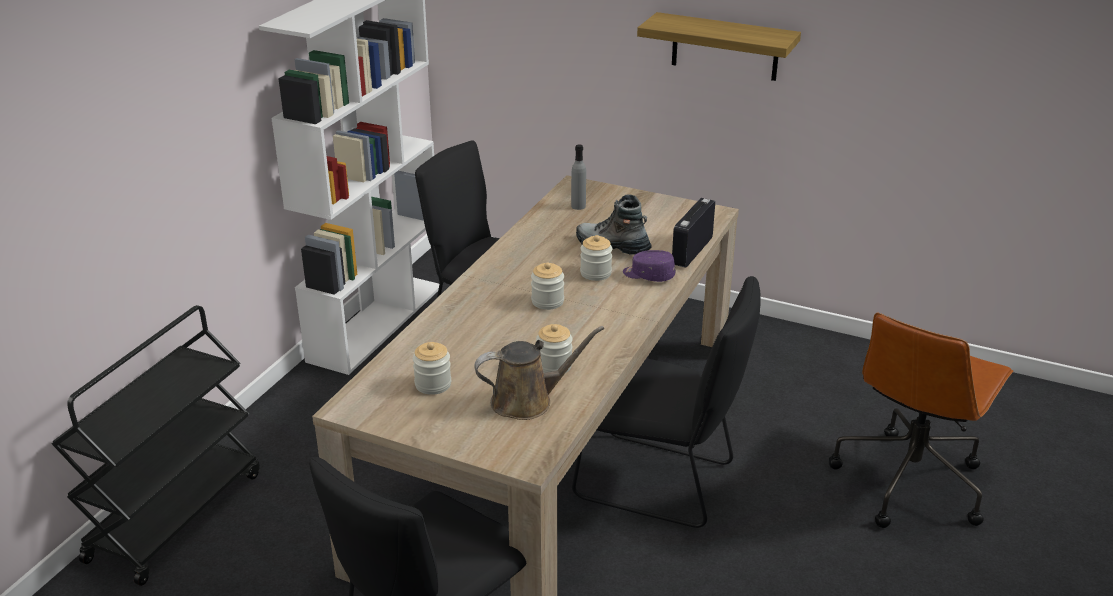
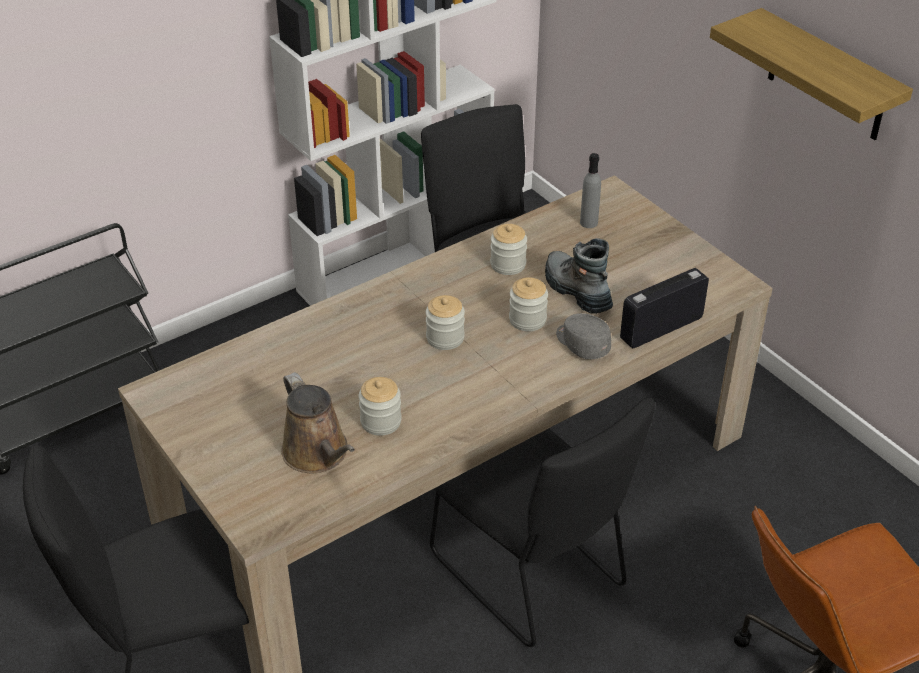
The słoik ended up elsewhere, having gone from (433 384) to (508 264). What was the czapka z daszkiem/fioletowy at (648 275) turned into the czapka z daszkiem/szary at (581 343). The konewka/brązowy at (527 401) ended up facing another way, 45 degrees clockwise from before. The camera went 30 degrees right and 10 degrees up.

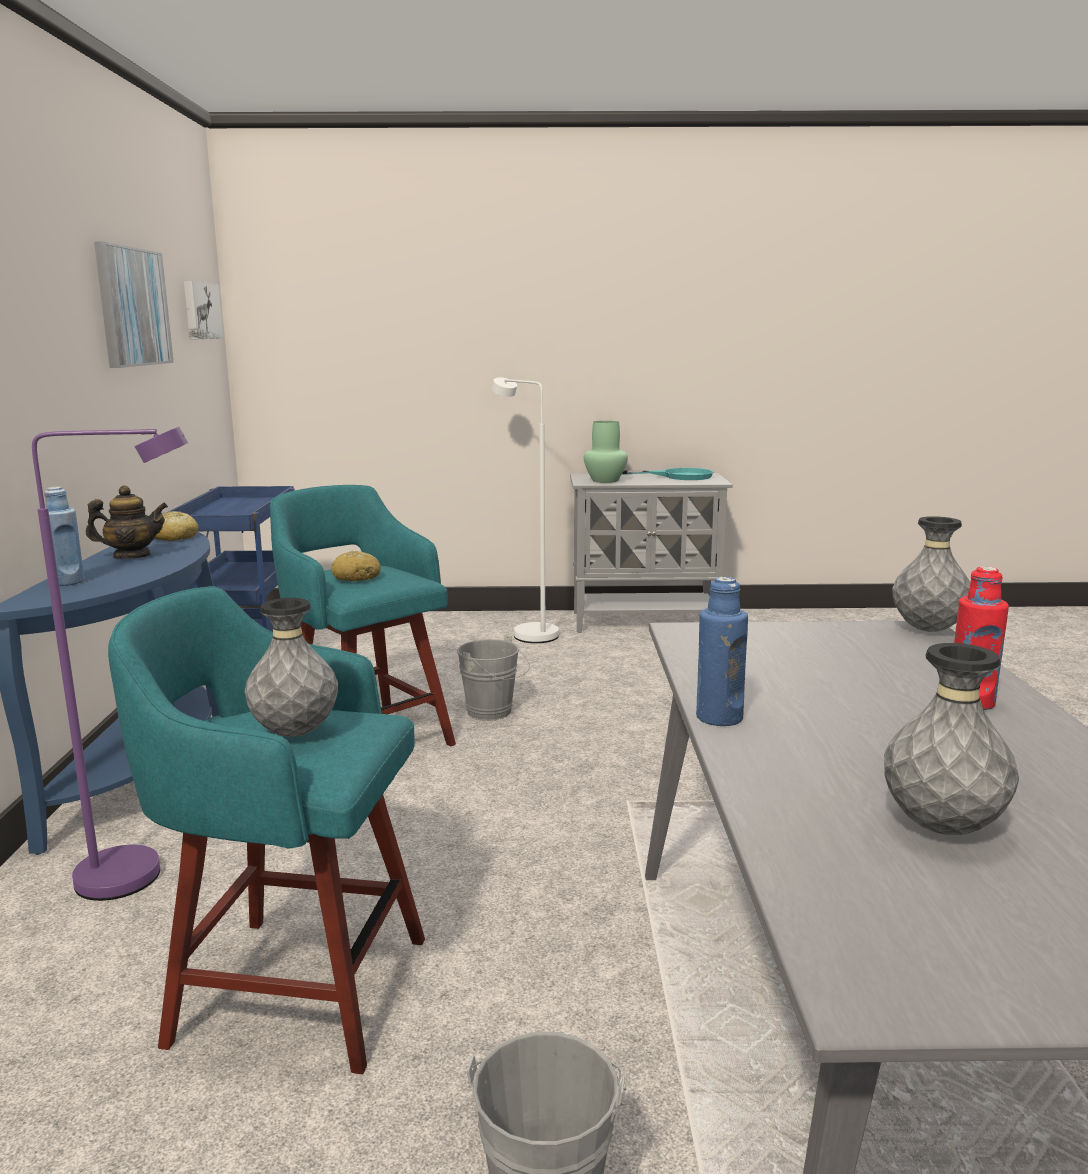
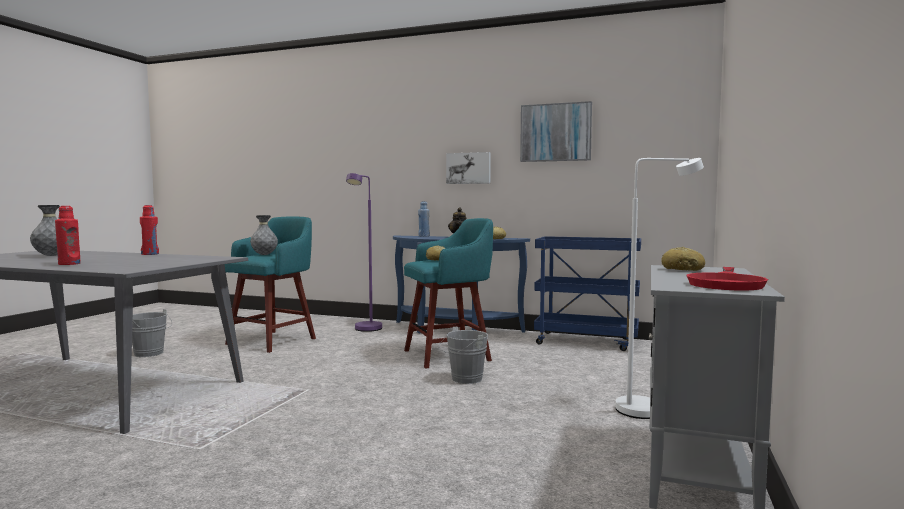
The second view lost the wazon/szary at (928 630). The obraz ended up elsewhere, having gone from (200 311) to (468 168). Where the wazon/zielony stood at (604 480), the chleb came to stand at (683 269). What was the patelnia/turkusowy at (678 476) turned into the patelnia/czerwony at (726 283). What was the butelka/niebieski at (719 718) turned into the butelka/czerwony at (150 254). The camera went 110 degrees right and 10 degrees down.

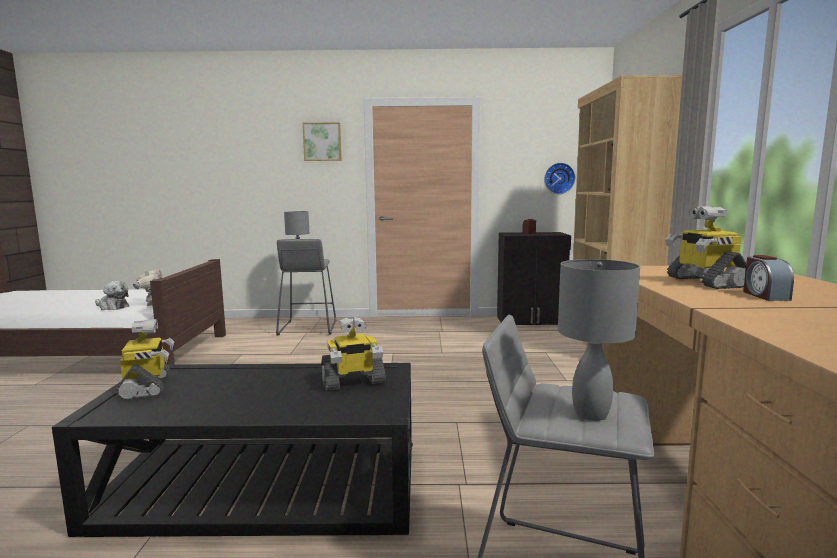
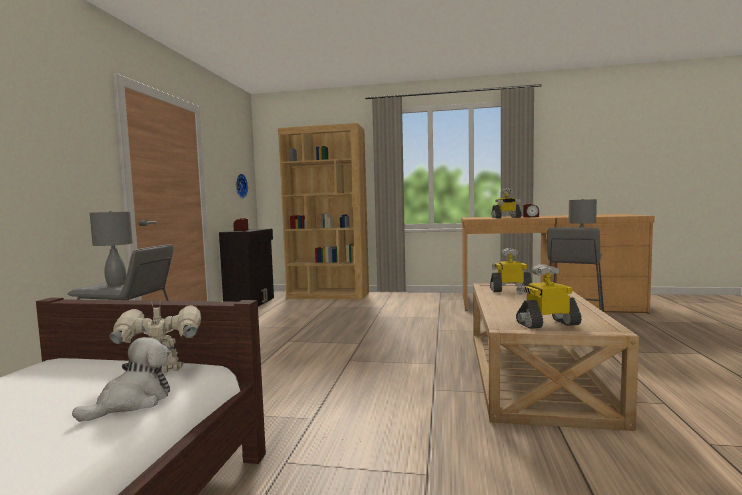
The second view lost the obraz at (322 142). What was the ława/czarny at (264 485) turned into the ława/beżowy at (532 373). The robot zabawkowy at (353 382) ended up facing another way, 75 degrees counterclockwise from before. The camera went 80 degrees left and 5 degrees down.

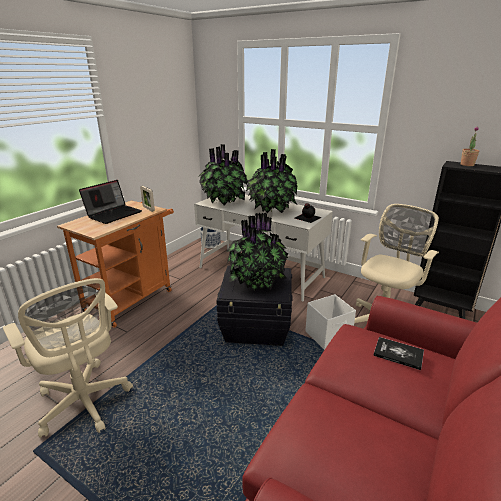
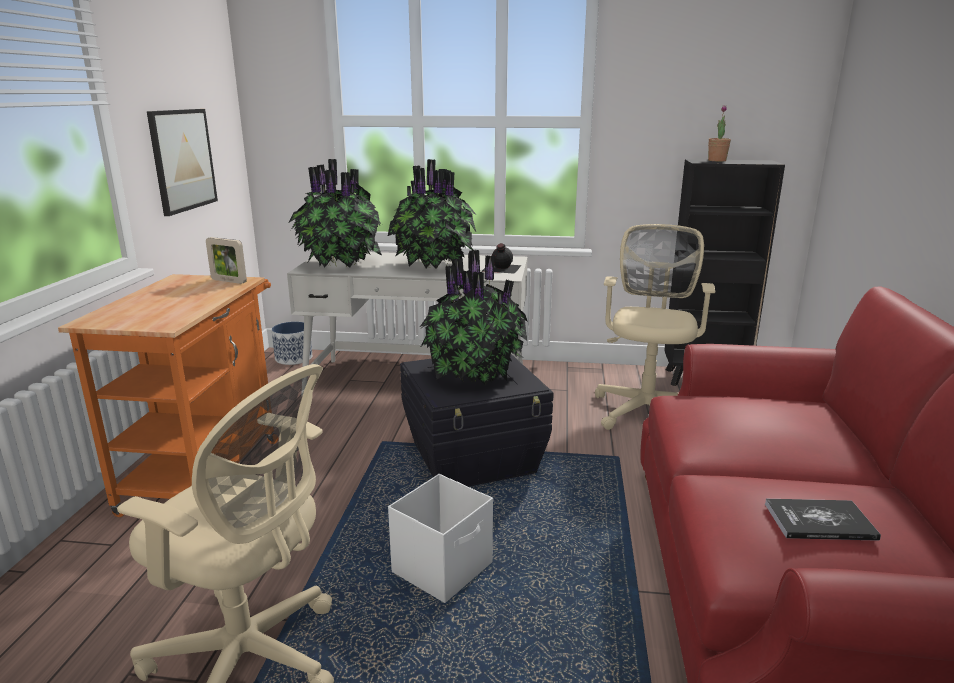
The second view lost the laptop at (114 214). The second view gained the obraz at (183 160). The pojemnik do przechowywania/biały ended up elsewhere, having gone from (328 335) to (444 567). The książka ended up elsewhere, having gone from (398 354) to (819 521). The camera went 25 degrees left and 5 degrees down.

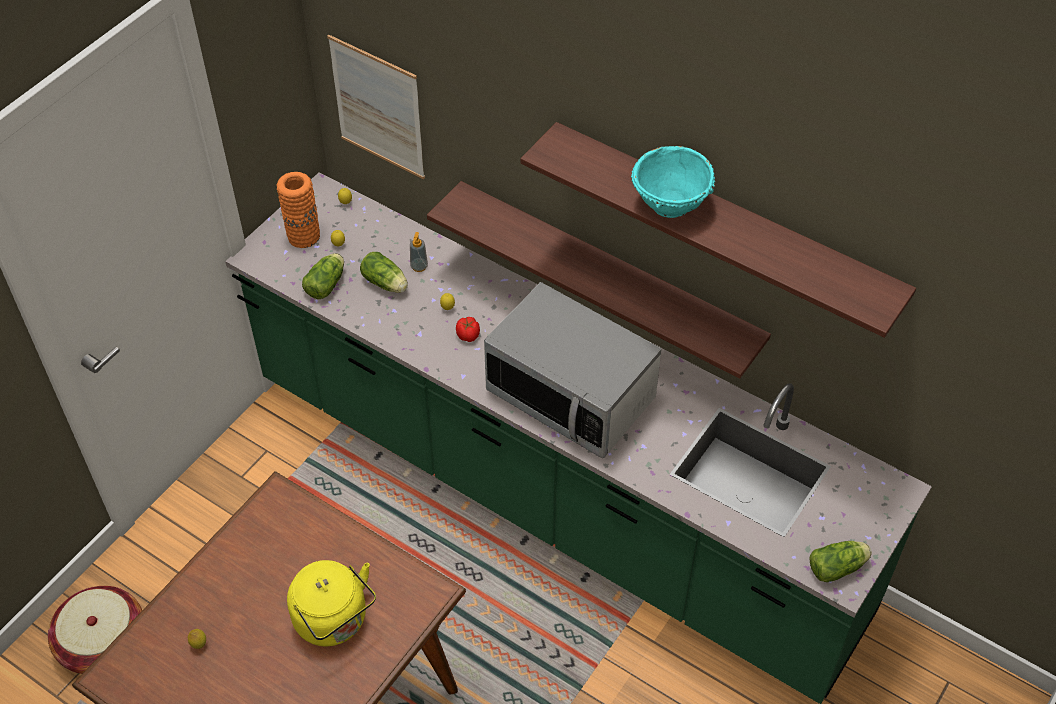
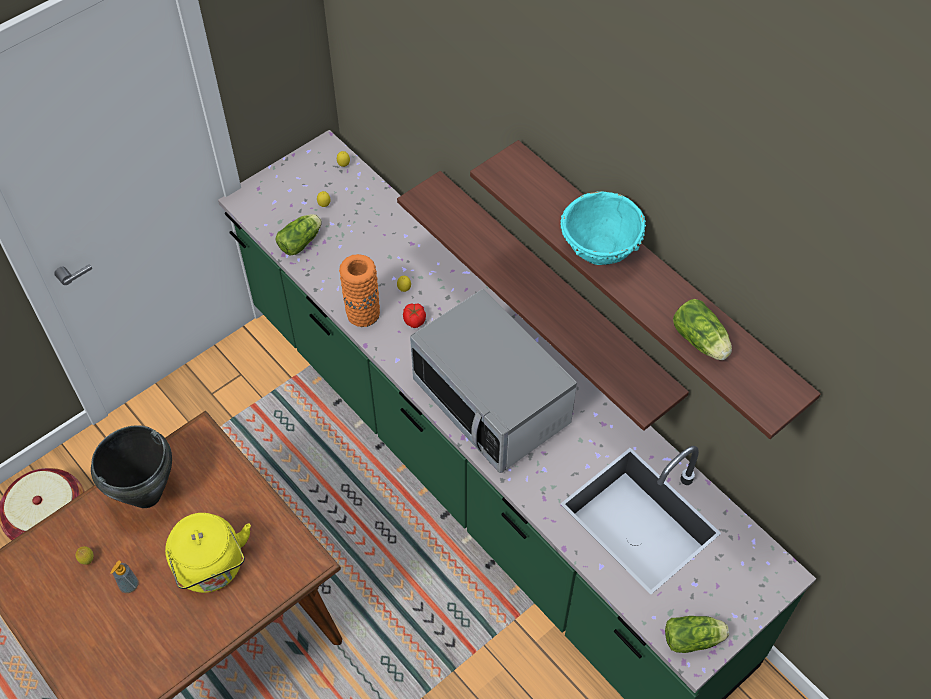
The second view lost the obraz at (378 107). The second view gained the garnek/czarny at (145 495). The wazon/pomarańczowy ended up elsewhere, having gone from (303 236) to (363 314). The sałata ended up elsewhere, having gone from (386 284) to (701 342). The dozownik mydła ended up elsewhere, having gone from (419 266) to (129 585). The camera went 15 degrees right and 5 degrees up.

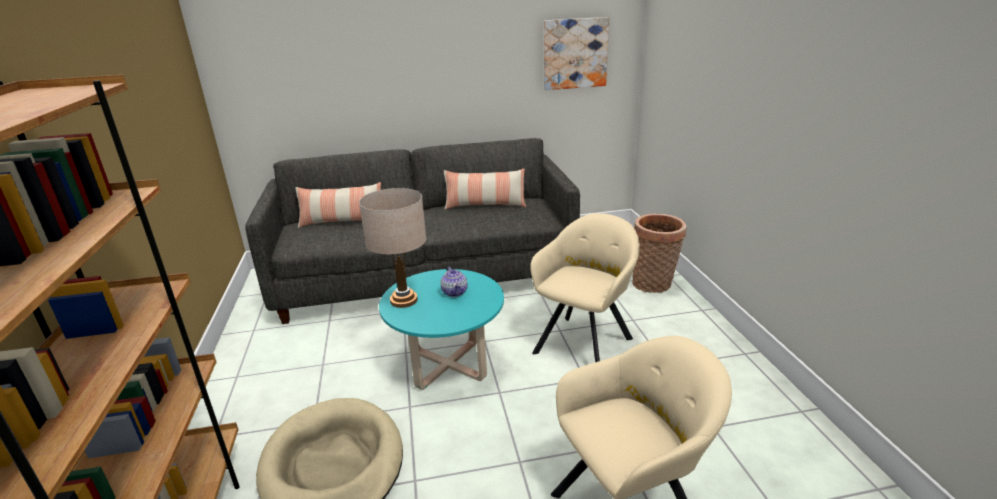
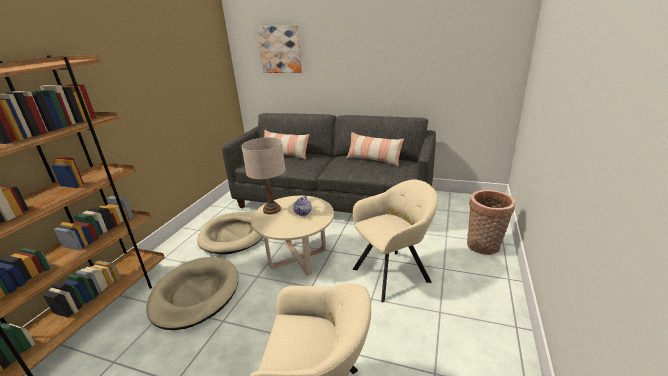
The second view gained the legowisko/beżowy at (234 235). The obraz ended up elsewhere, having gone from (575 53) to (280 49). What was the ława/turkusowy at (448 364) turned into the ława/beżowy at (298 258). The camera went 30 degrees right and 0 degrees up.

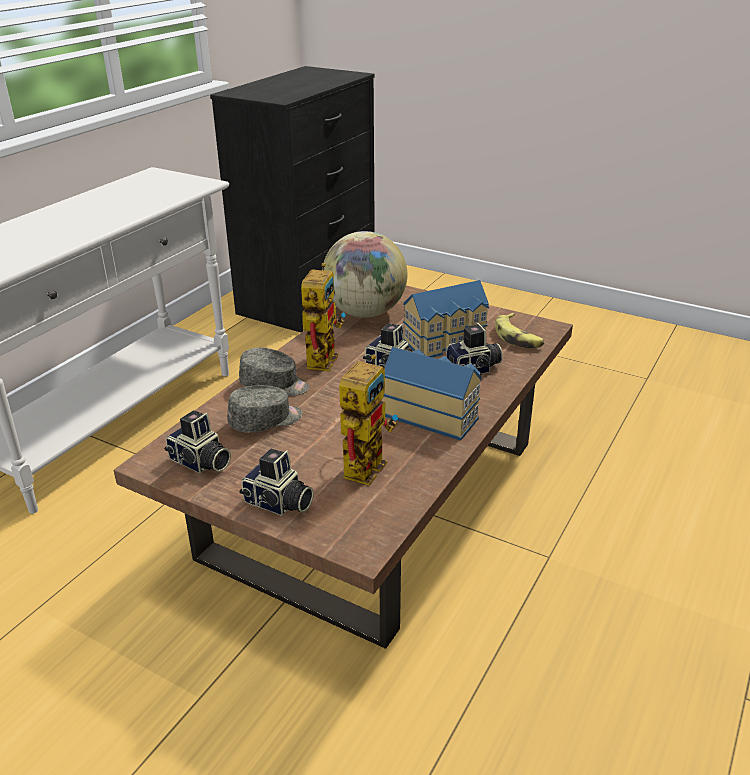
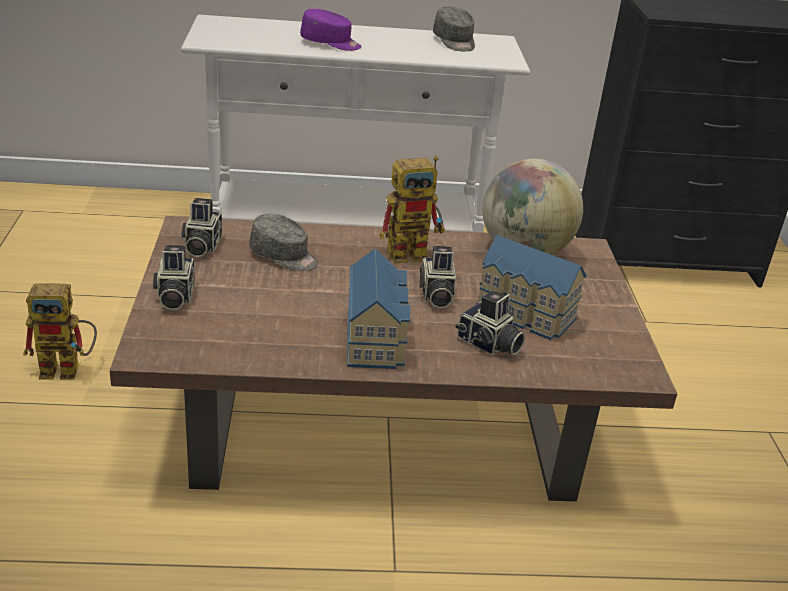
The second view lost the banan at (518 337). The second view gained the czapka z daszkiem/fioletowy at (330 43). The czapka z daszkiem/szary ended up elsewhere, having gone from (275 385) to (454 42). The robot zabawkowy ended up elsewhere, having gone from (365 463) to (69 369). The camera went 55 degrees right and 0 degrees up.

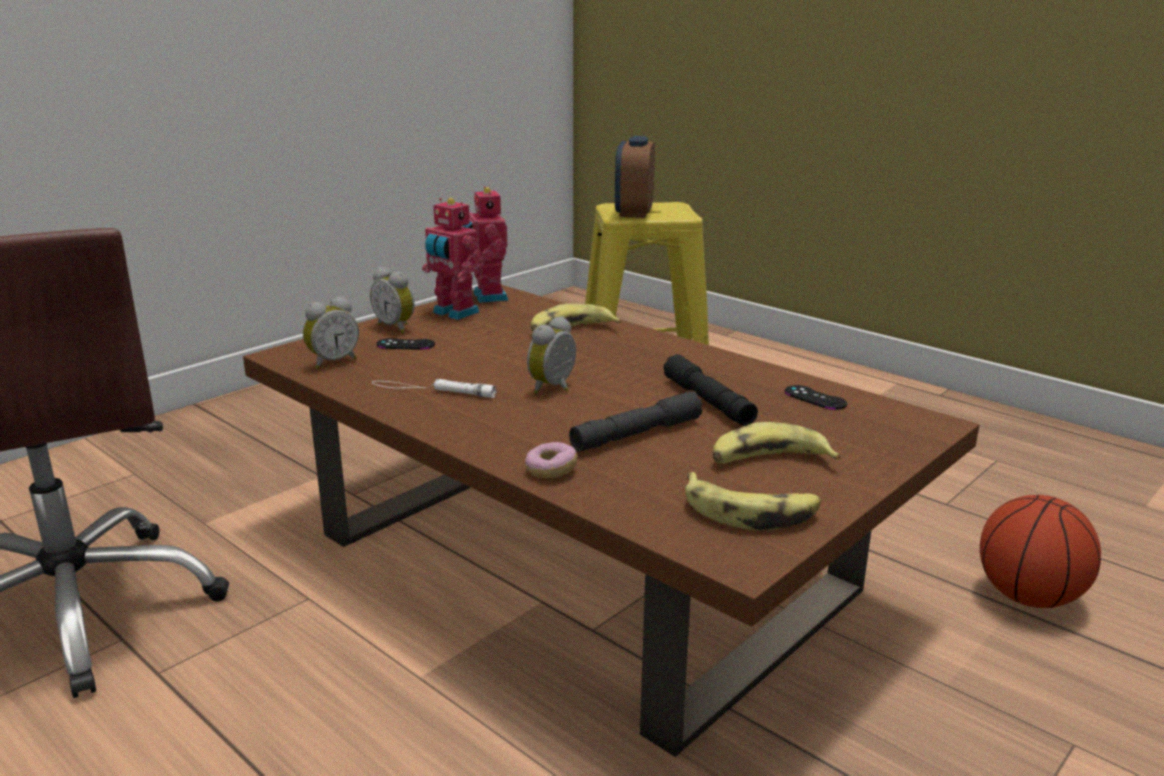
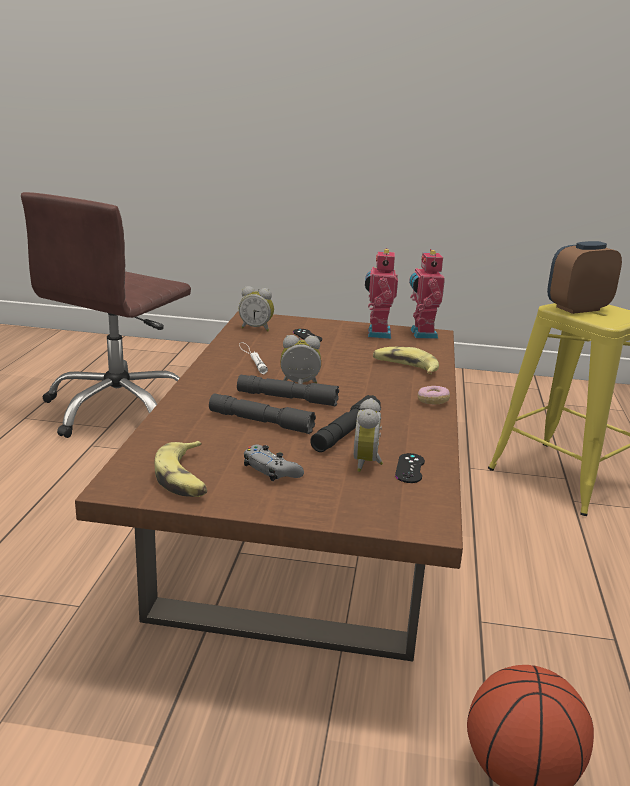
The second view gained the latarka/szary at (287 398). The budzik ended up elsewhere, having gone from (396 327) to (368 463). The donut ended up elsewhere, having gone from (551 470) to (432 402). Where the banan stood at (768 461), the pad do gier/szary came to stand at (271 470). The robot zabawkowy at (487 297) ended up facing another way, 45 degrees counterclockwise from before. The camera went 55 degrees right and 0 degrees up.

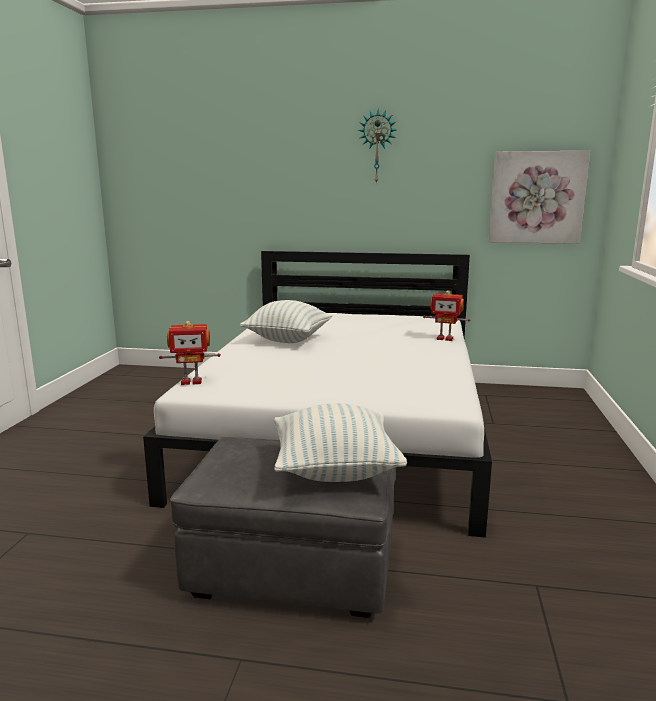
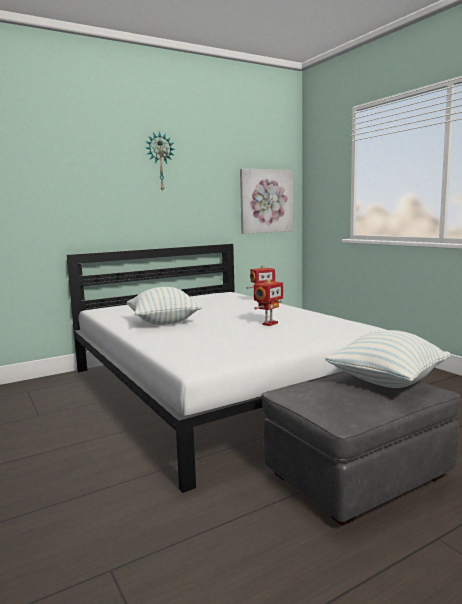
The robot zabawkowy ended up elsewhere, having gone from (191 382) to (269 323). The camera went 40 degrees left and 5 degrees down.

